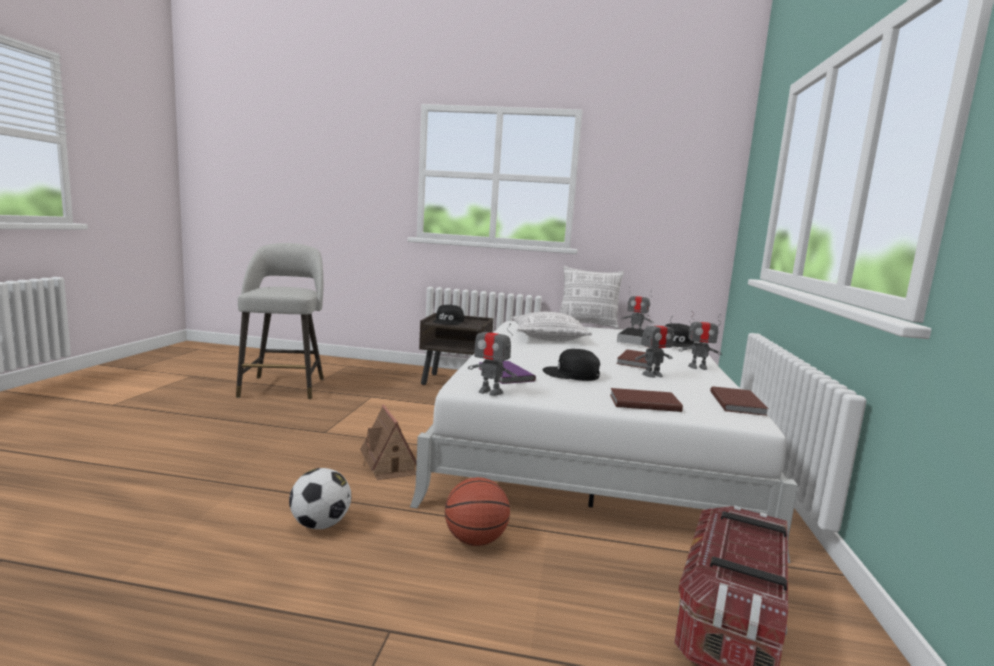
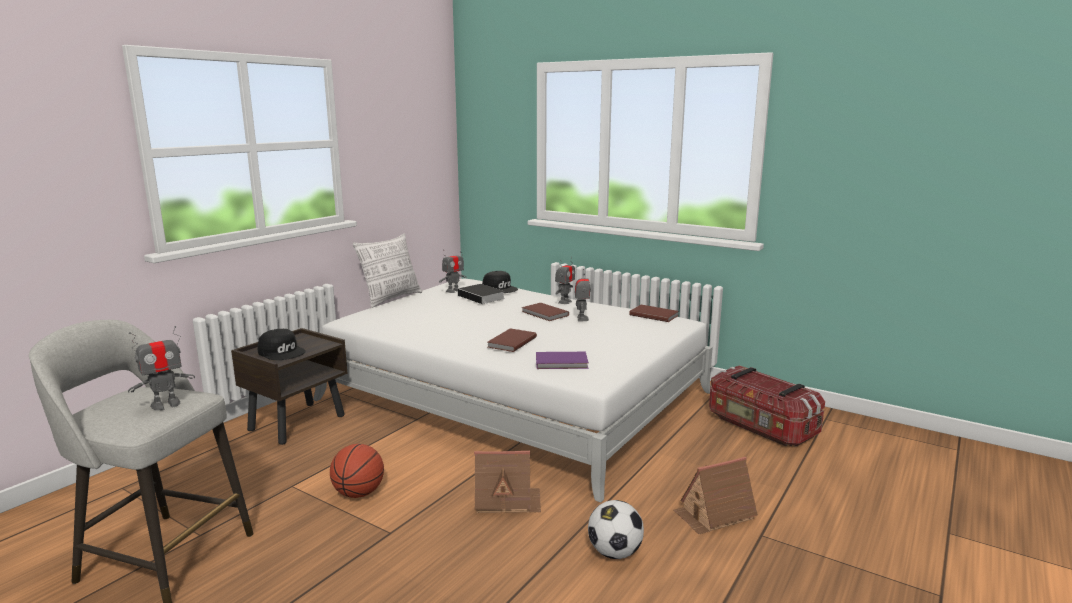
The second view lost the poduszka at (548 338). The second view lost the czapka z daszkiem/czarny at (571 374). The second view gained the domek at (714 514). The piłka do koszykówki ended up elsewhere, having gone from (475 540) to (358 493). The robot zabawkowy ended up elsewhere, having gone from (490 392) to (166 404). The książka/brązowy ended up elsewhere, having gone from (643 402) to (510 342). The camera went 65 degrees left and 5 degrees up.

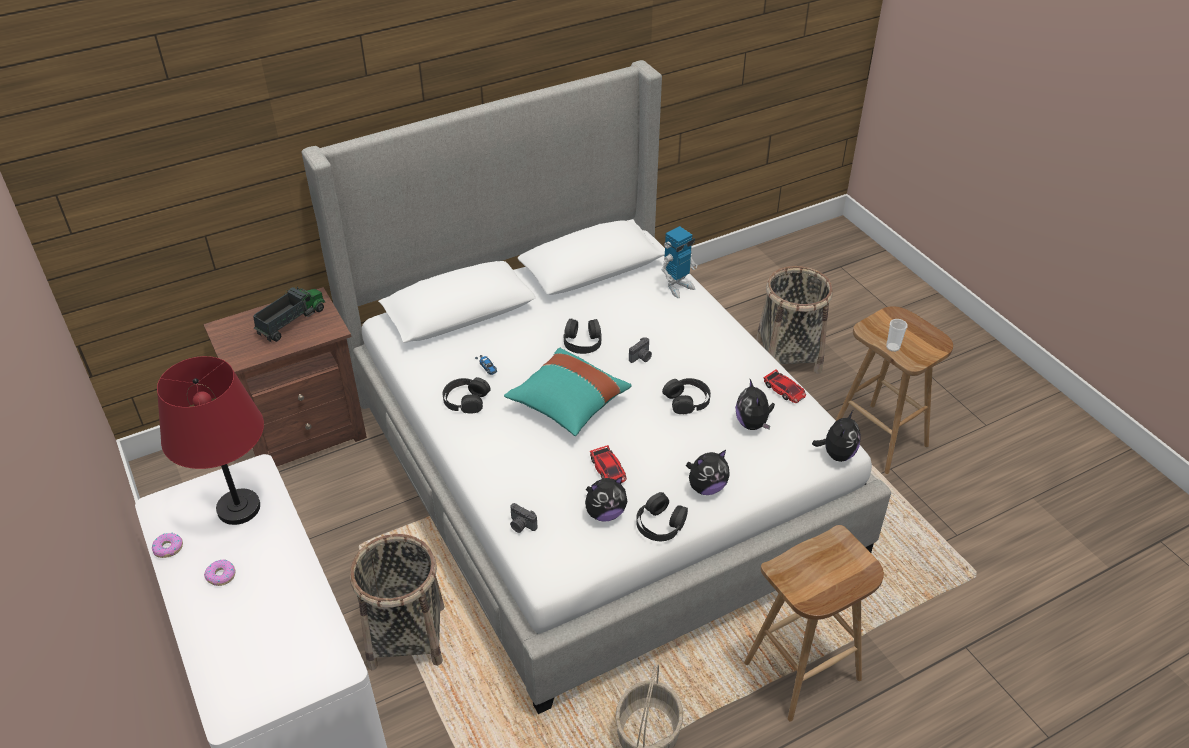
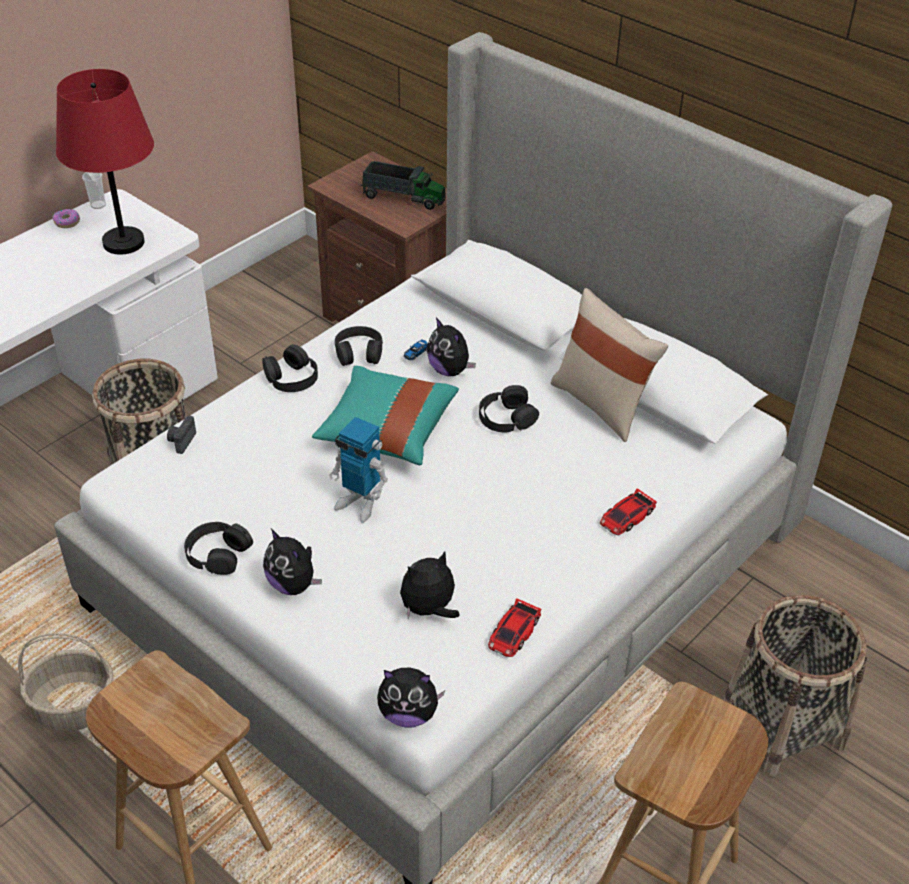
The second view lost the donut at (221 575). The second view lost the aparat fotograficzny at (641 357). The second view gained the poduszka/beżowy at (602 404). The pluszak ended up elsewhere, having gone from (605 513) to (450 370). The samochodzik ended up elsewhere, having gone from (608 469) to (627 517). The robot zabawkowy ended up elsewhere, having gone from (678 287) to (359 503). The słuchawki/czarny ended up elsewhere, having gone from (687 400) to (291 377). The filiżanka ended up elsewhere, having gone from (892 347) to (98 205). The camera went 70 degrees right and 0 degrees up.

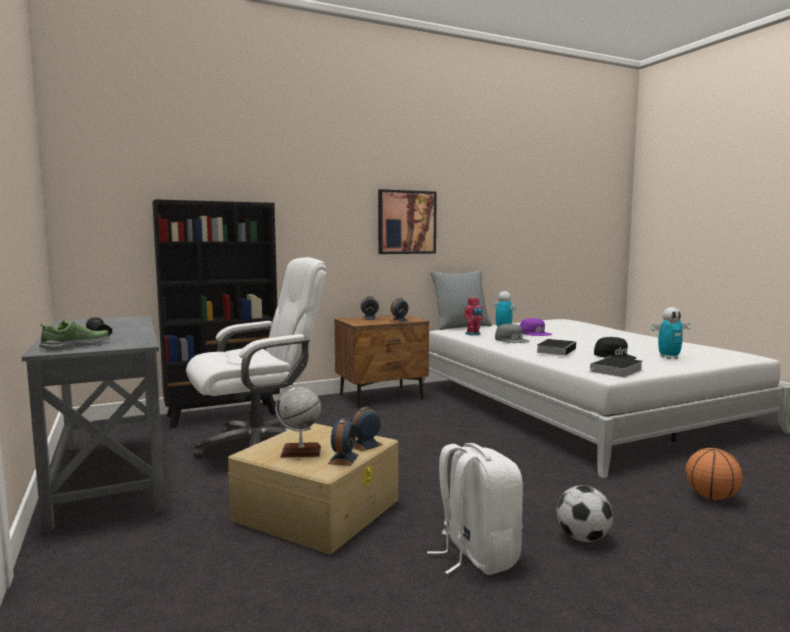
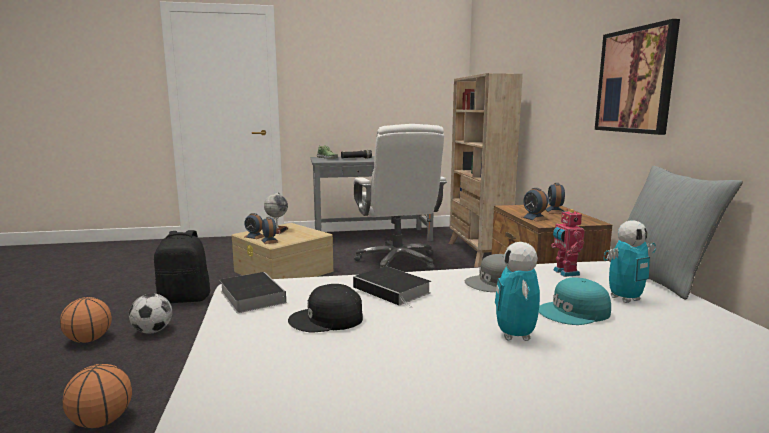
The second view gained the piłka do koszykówki at (89 340). The robot zabawkowy ended up elsewhere, having gone from (669 357) to (515 336). What was the regał/czarny at (223 415) turned into the regał/beżowy at (477 254). What was the plecak/biały at (476 555) turned into the plecak/czarny at (185 299). What was the czapka z daszkiem/fioletowy at (535 333) turned into the czapka z daszkiem/turkusowy at (574 312). The camera went 105 degrees right and 5 degrees up.

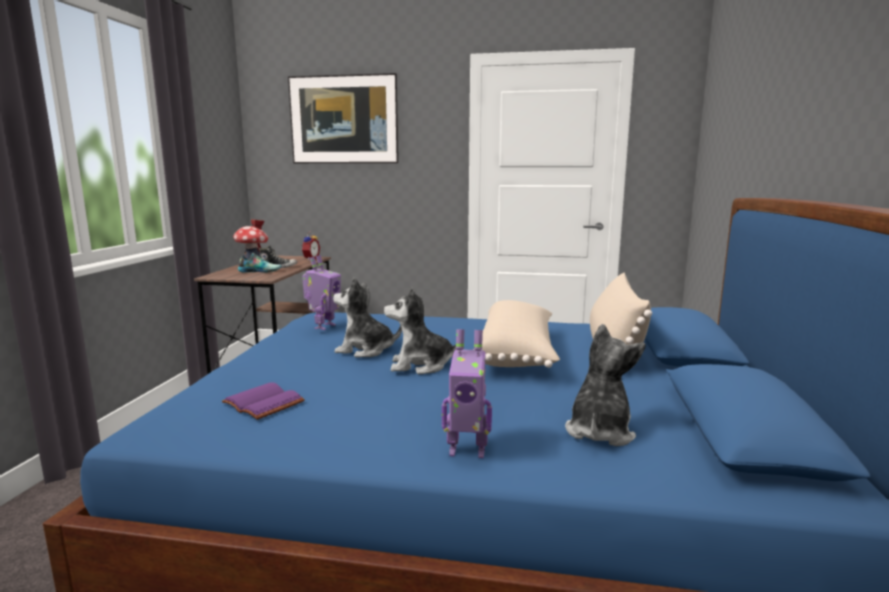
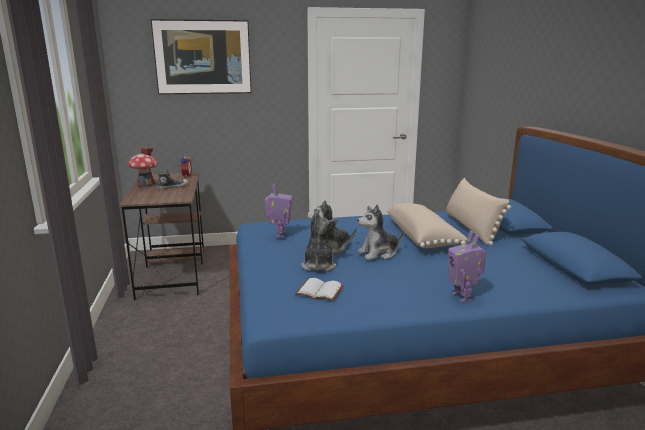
The second view lost the but at (260 271). The pluszak ended up elsewhere, having gone from (599 431) to (318 265). What was the książka/fioletowy at (266 403) turned into the książka/biały at (320 291). The robot zabawkowy at (467 450) ended up facing another way, 90 degrees clockwise from before. The camera went 20 degrees left and 5 degrees up.

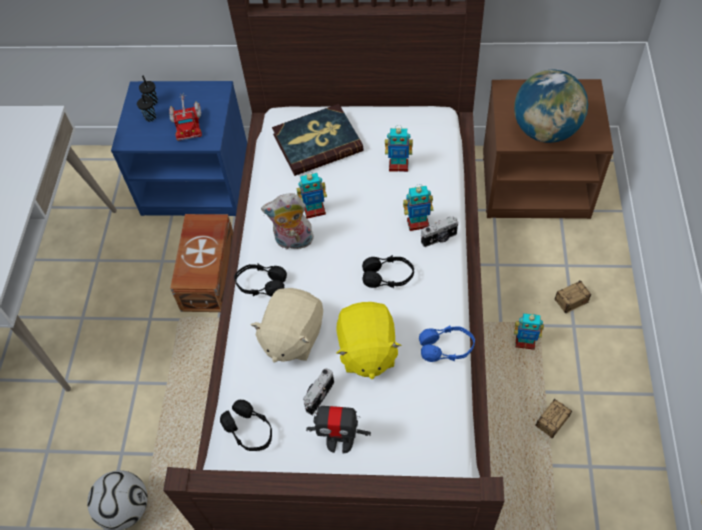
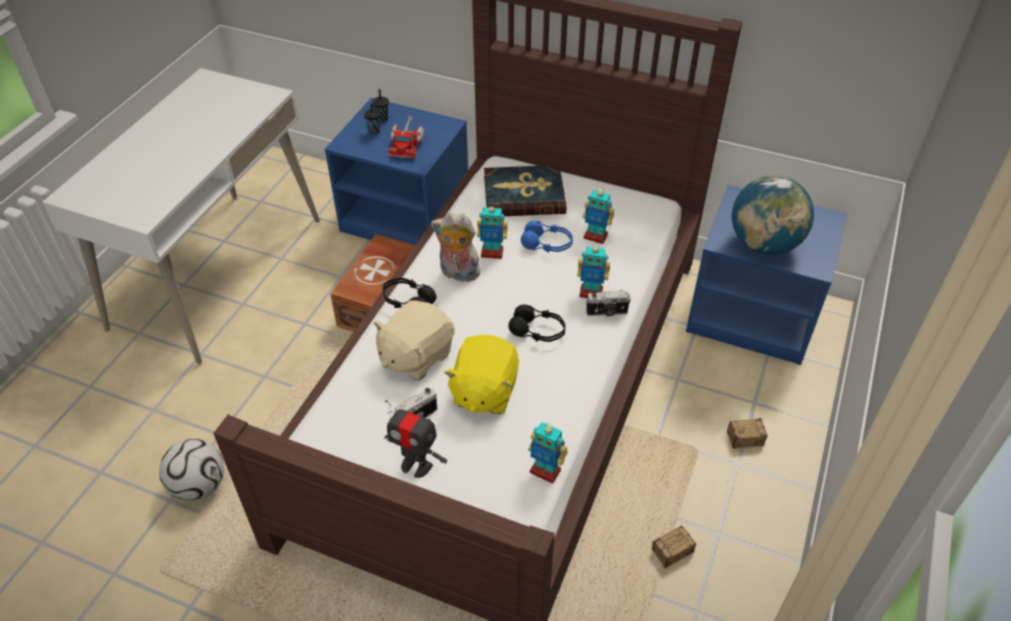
The second view lost the słuchawki/czarny at (249 431). The słuchawki/niebieski ended up elsewhere, having gone from (446 348) to (547 244). The robot zabawkowy ended up elsewhere, having gone from (525 343) to (545 471). What was the szafka nocna/brązowy at (535 183) turned into the szafka nocna/niebieski at (753 314). The camera went 15 degrees right and 10 degrees down.

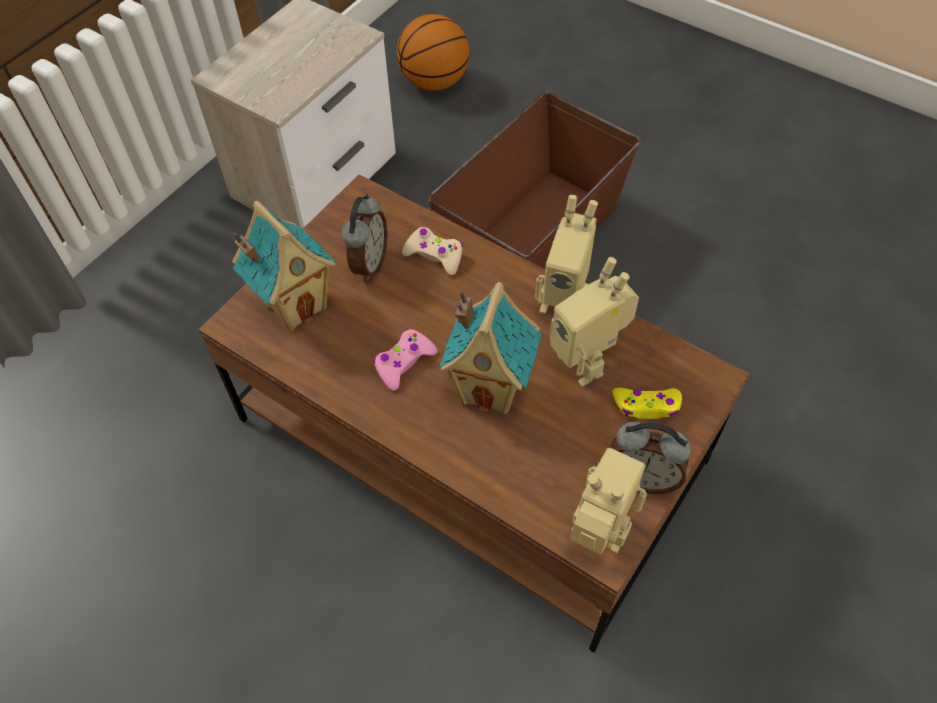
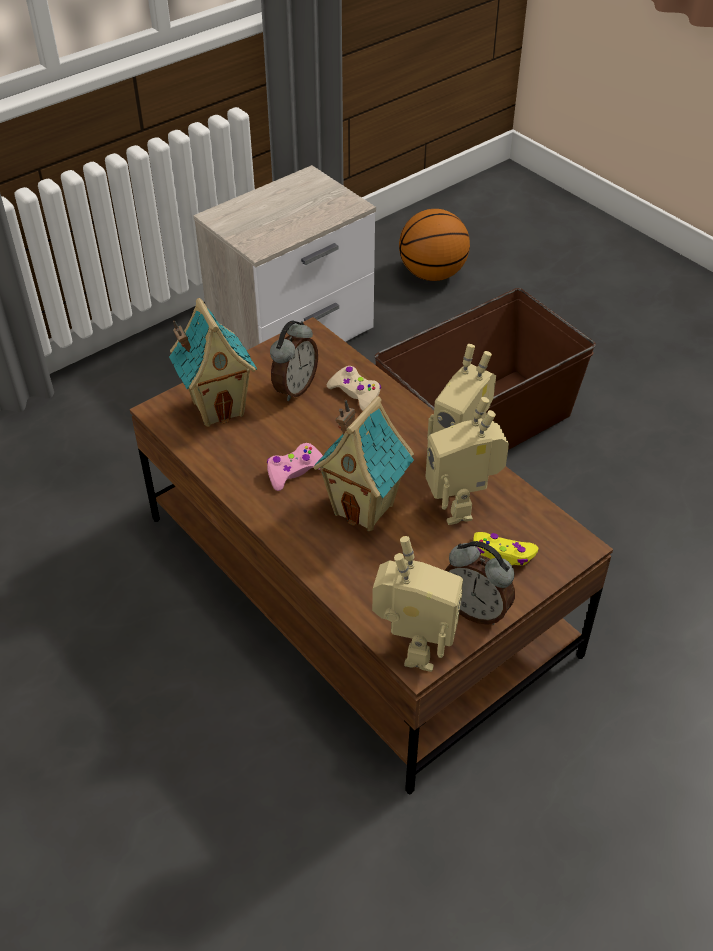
The robot zabawkowy at (596 538) ended up facing another way, 60 degrees clockwise from before. The camera went 15 degrees right and 10 degrees down.

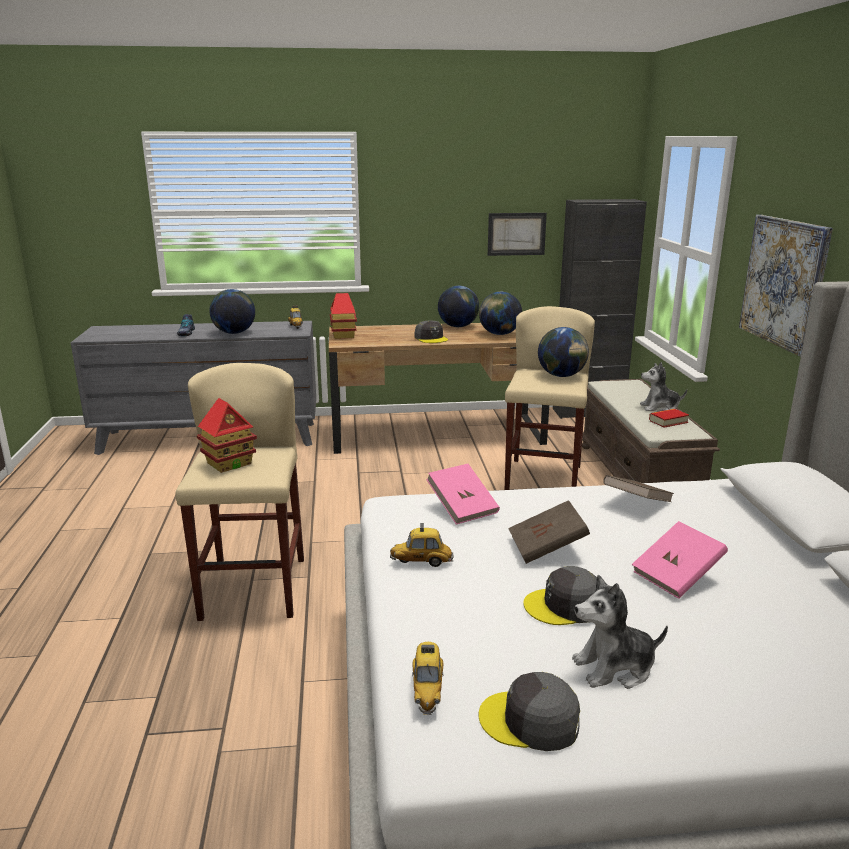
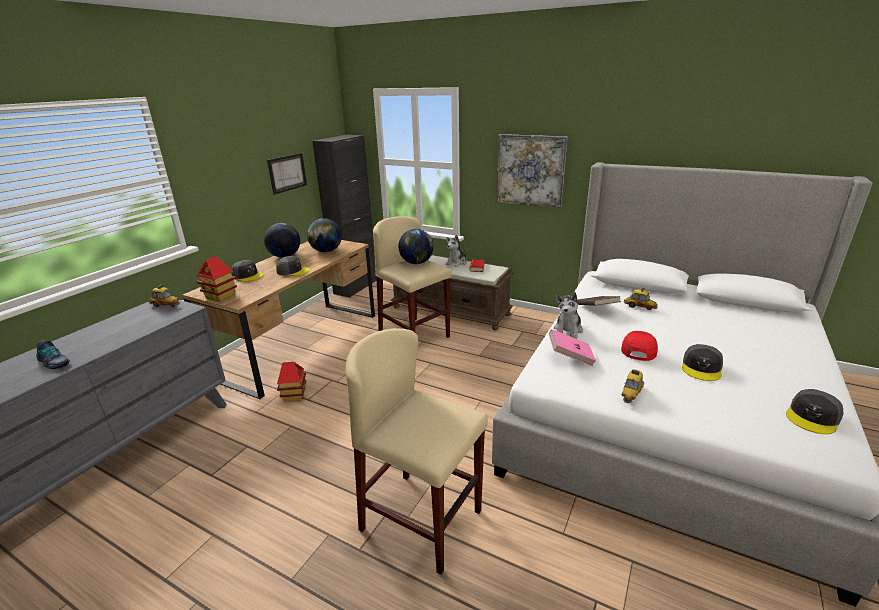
The second view lost the globus at (234 333). The second view lost the książka/różowy at (677 576). The second view gained the czapka z daszkiem/szary at (247 275). The domek ended up elsewhere, having gone from (229 463) to (294 395). The samochodzik ended up elsewhere, having gone from (427 691) to (639 307). The pluszak ended up elsewhere, having gone from (614 668) to (568 330). Where the książka/brązowy stood at (547 548), the czapka z daszkiem/czerwony came to stand at (638 349). The camera went 55 degrees left and 5 degrees up.

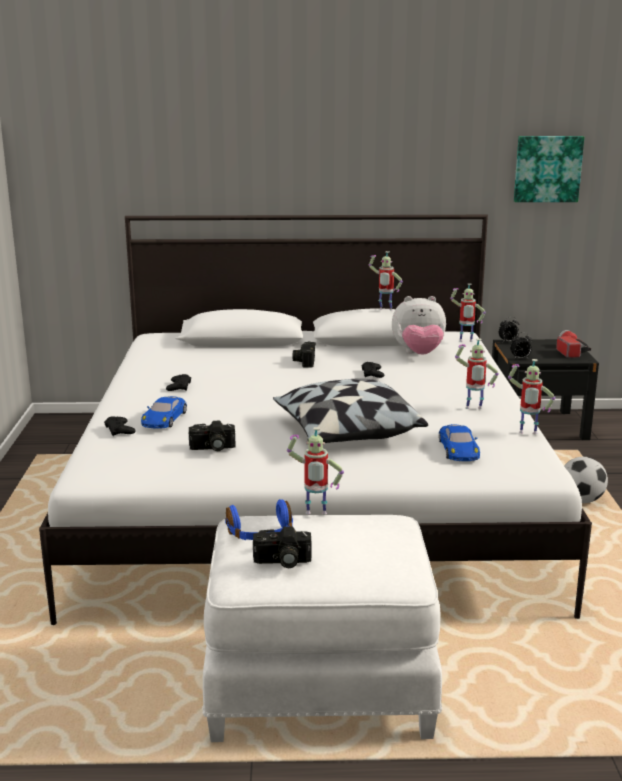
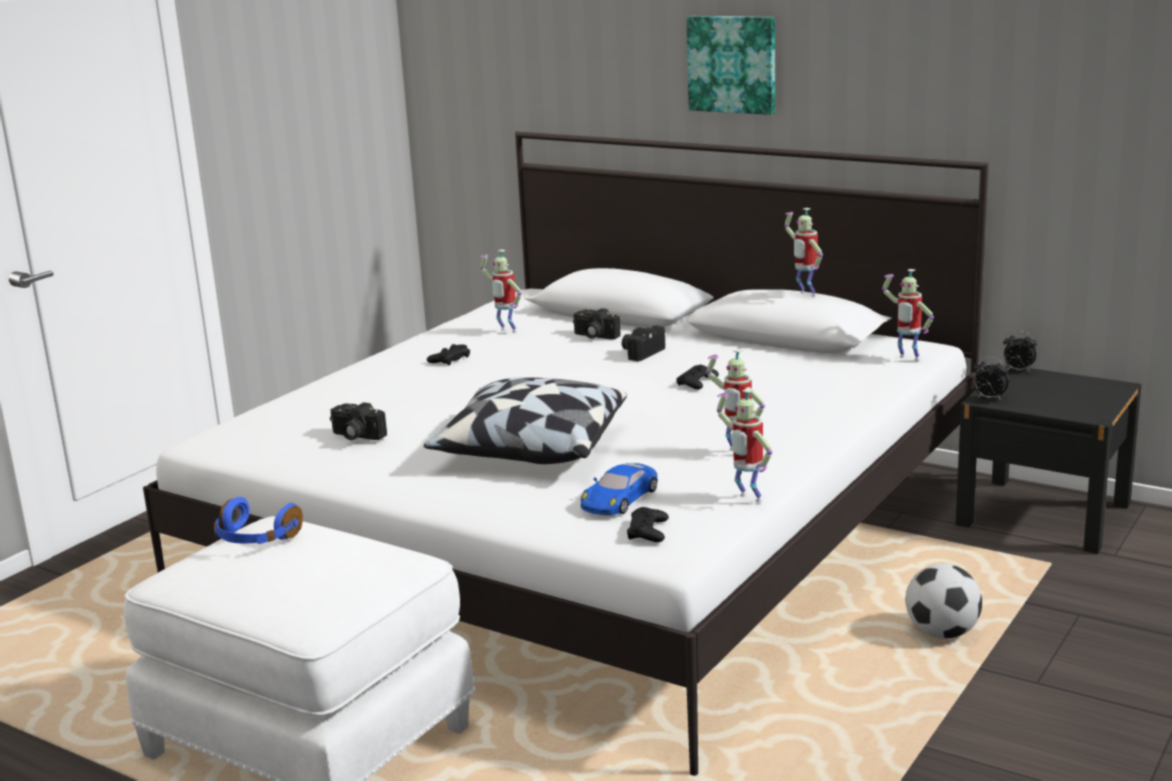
The second view lost the samochodzik/niebieski at (164 418). The second view lost the pluszak at (418 354). The second view lost the latarka at (569 351). The pad do gier/czarny ended up elsewhere, having gone from (119 430) to (648 531). The aparat fotograficzny ended up elsewhere, having gone from (282 562) to (594 336). The robot zabawkowy ended up elsewhere, having gone from (315 514) to (506 331). The obraz ended up elsewhere, having gone from (547 169) to (733 64). The camera went 35 degrees right and 0 degrees up.

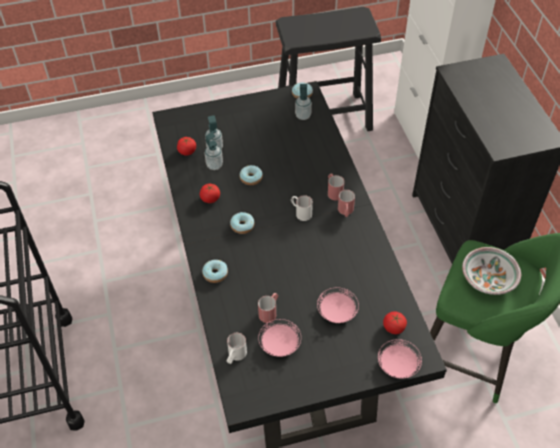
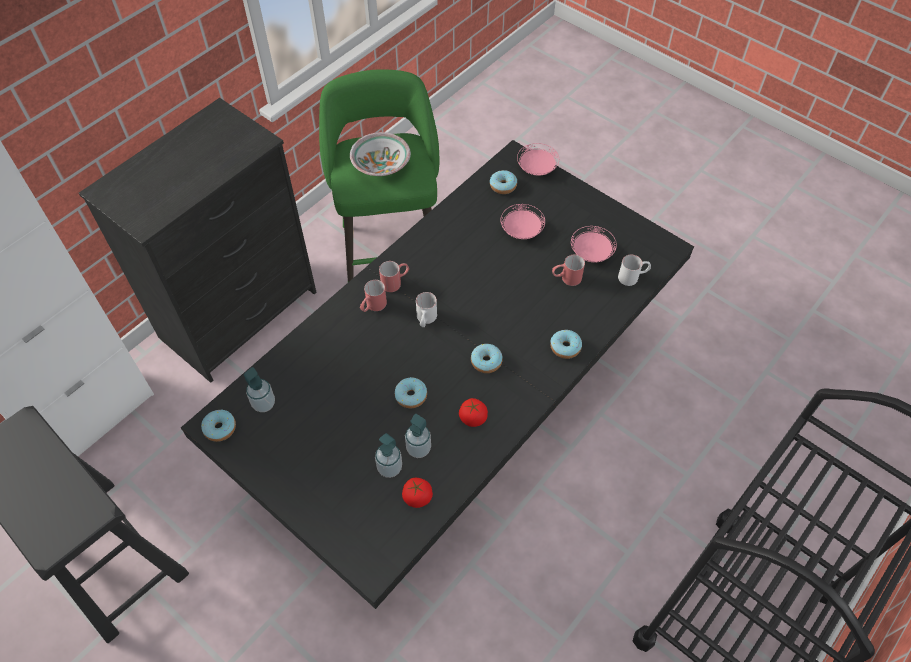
Where the pomidor stood at (393 327), the donut came to stand at (503 186). The camera went 125 degrees left and 5 degrees up.

